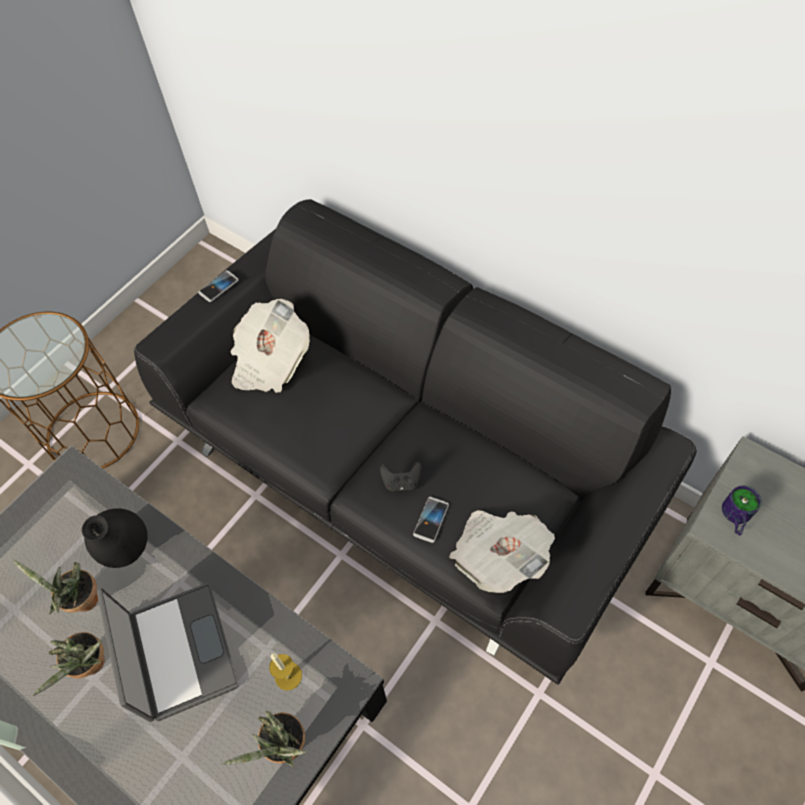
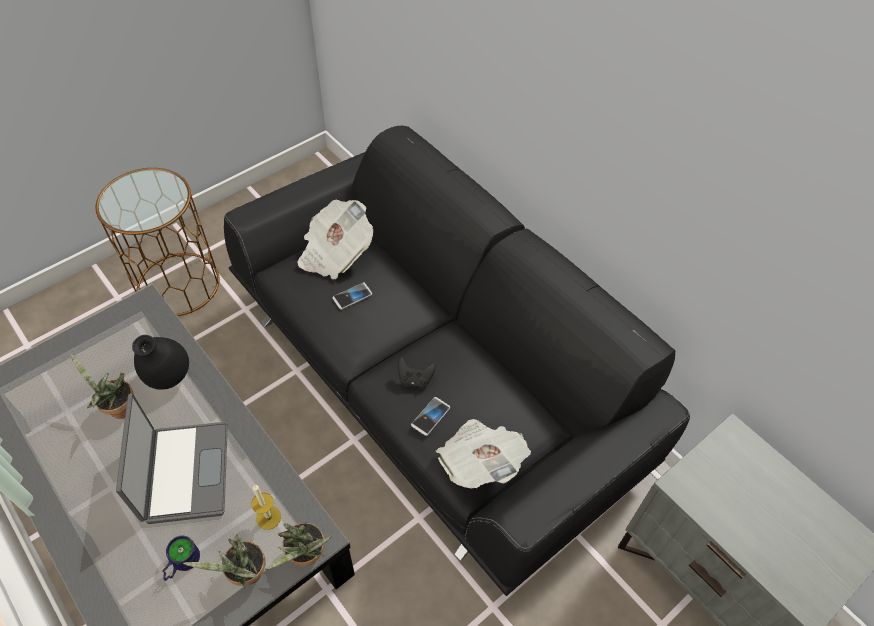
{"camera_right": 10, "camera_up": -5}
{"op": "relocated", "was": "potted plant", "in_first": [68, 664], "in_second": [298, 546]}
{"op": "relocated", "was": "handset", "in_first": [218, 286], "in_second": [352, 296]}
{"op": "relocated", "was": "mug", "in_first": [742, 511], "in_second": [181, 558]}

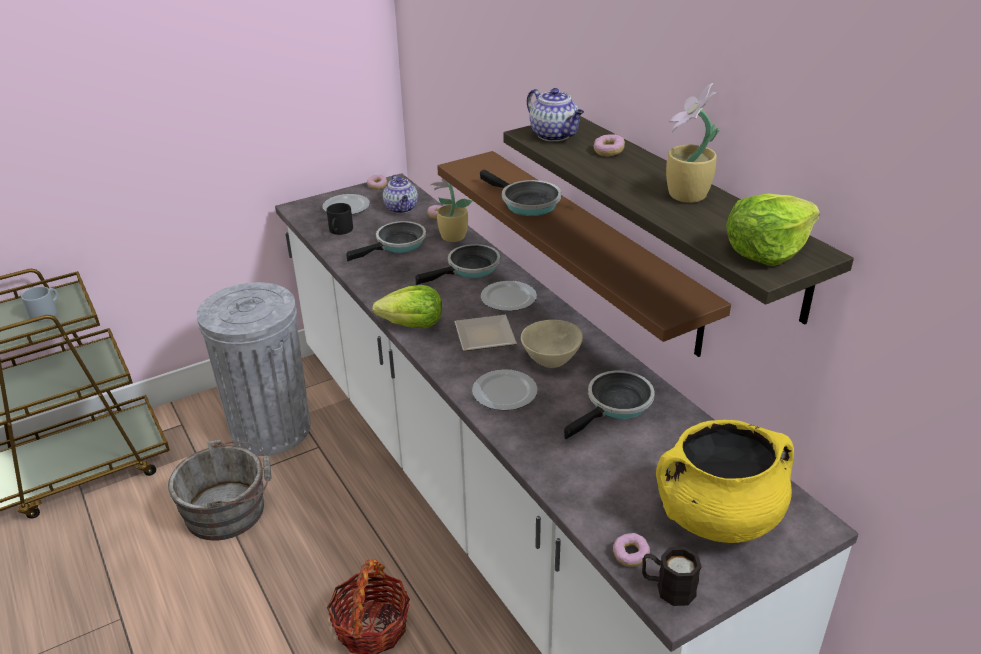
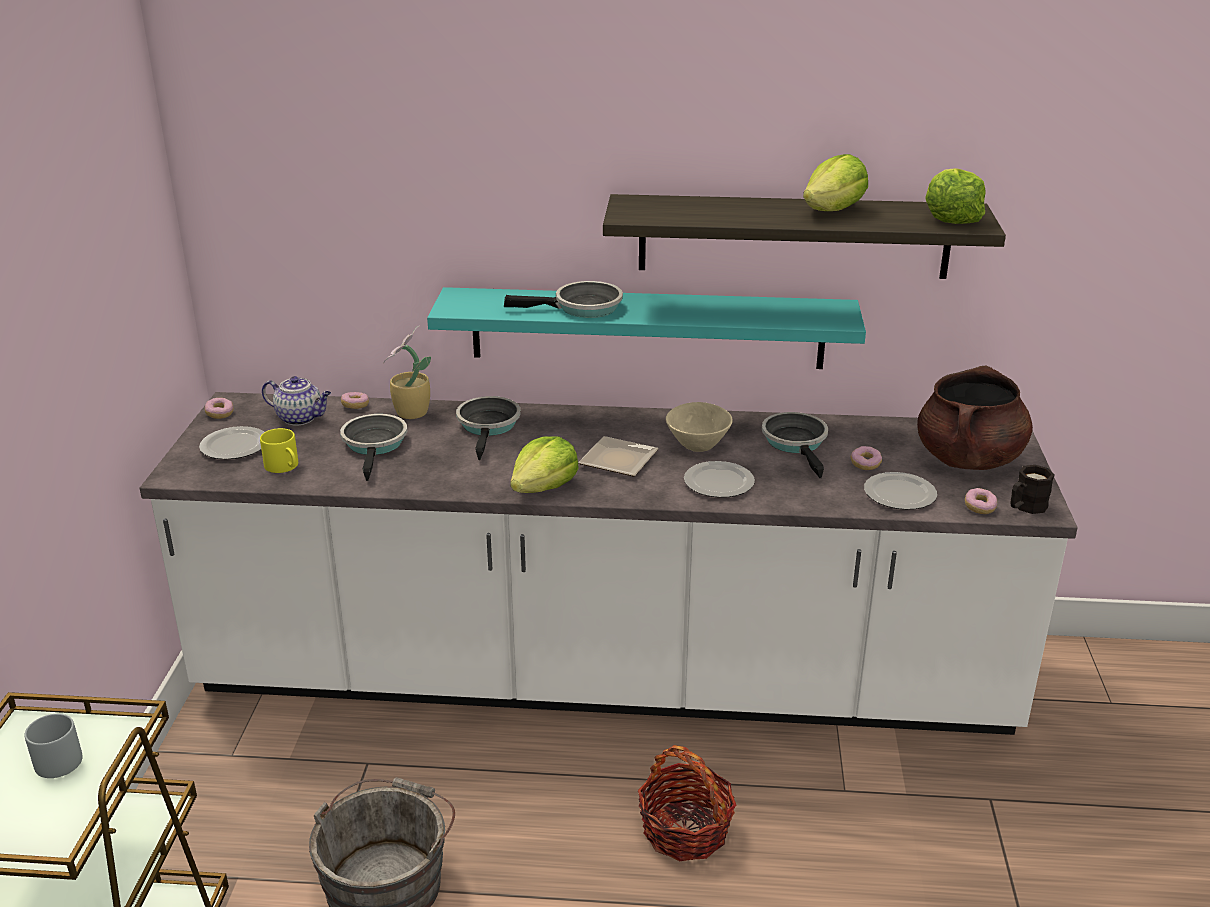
{"camera_right": -55, "camera_up": -5}
{"op": "missing", "was": "waste bin/gray", "in_first": [254, 369]}
{"op": "colour", "was": "mug/black", "now": "mug/yellow", "in_first": [340, 219], "in_second": [279, 450]}
{"op": "colour", "was": "shelf/brown", "now": "shelf/turquoise-coloured", "in_first": [584, 254], "in_second": [646, 328]}
{"op": "relocated", "was": "plate", "in_first": [509, 296], "in_second": [900, 491]}
{"op": "missing", "was": "teapot", "in_first": [555, 114]}
{"op": "relocated", "was": "ring doughnut", "in_first": [609, 145], "in_second": [866, 458]}
{"op": "colour", "was": "saucepot/yellow", "now": "saucepot/brown", "in_first": [725, 481], "in_second": [975, 418]}
{"op": "exchanged", "was": "potted plant", "now": "head of lettuce", "in_first": [693, 143], "in_second": [835, 182]}

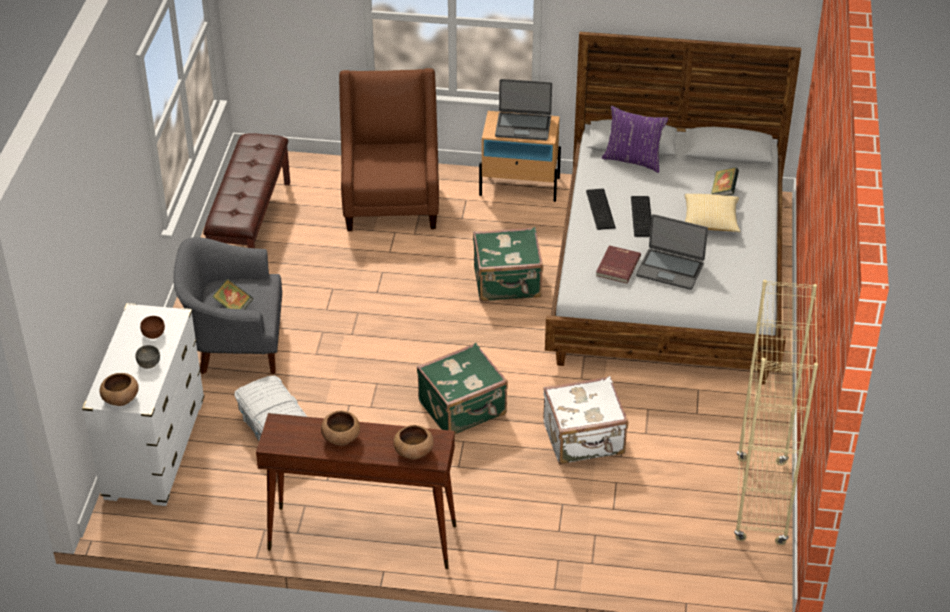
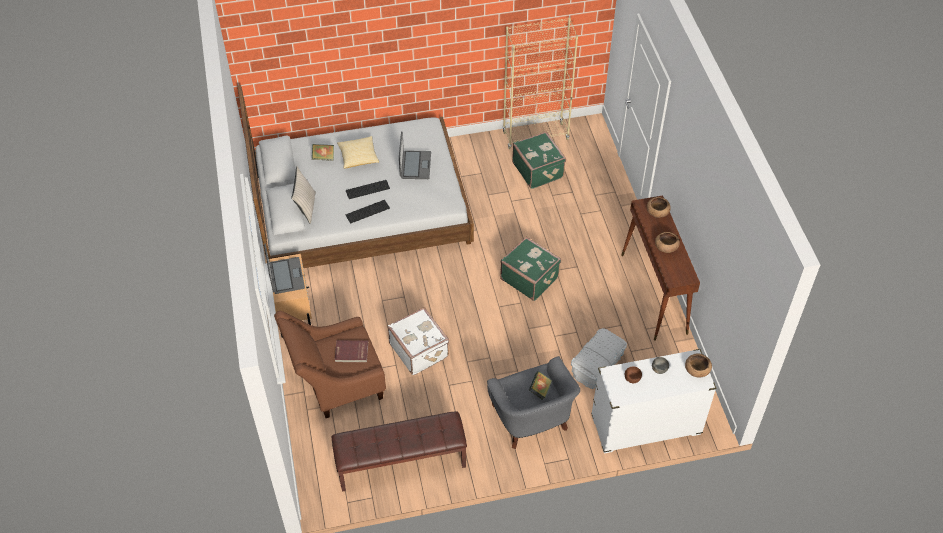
{"camera_right": -110, "camera_up": 10}
{"op": "relocated", "was": "suitcase/green-coloured", "in_first": [508, 264], "in_second": [539, 160]}
{"op": "relocated", "was": "suitcase/white", "in_first": [585, 420], "in_second": [418, 341]}
{"op": "relocated", "was": "book/red", "in_first": [618, 264], "in_second": [351, 351]}
{"op": "colour", "was": "cushion/purple-coloured", "now": "cushion/beige", "in_first": [635, 139], "in_second": [303, 195]}

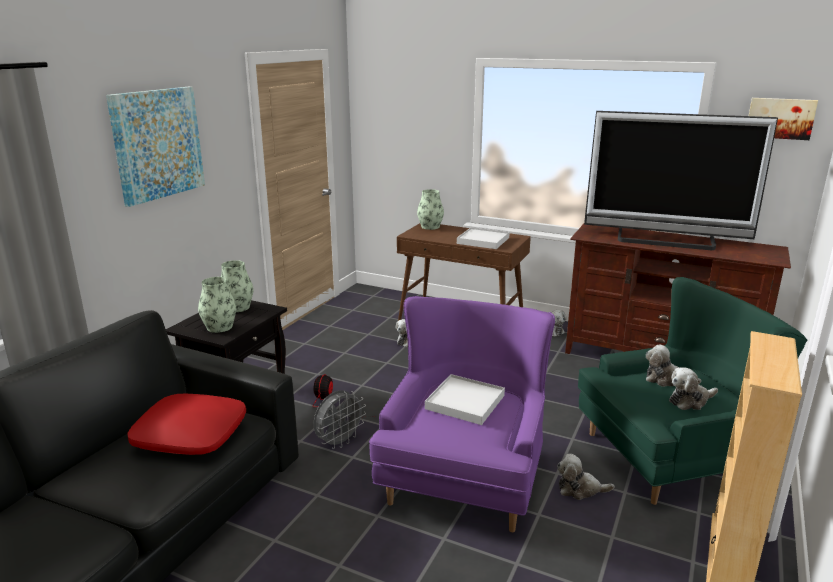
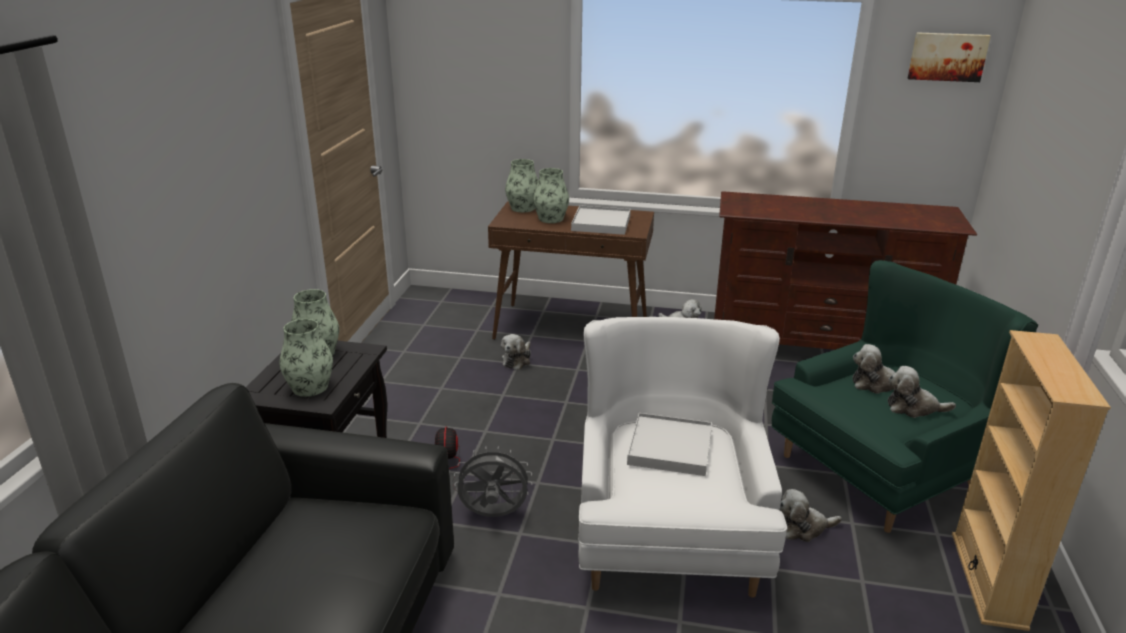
{"camera_right": -15, "camera_up": 5}
{"op": "missing", "was": "wall picture", "in_first": [155, 147]}
{"op": "missing", "was": "cushion/red", "in_first": [187, 424]}
{"op": "spun", "was": "fan/gray", "in_first": [339, 419], "in_second": [493, 481], "clockwise": -120}
{"op": "colour", "was": "easy chair/purple-coloured", "now": "easy chair/white", "in_first": [462, 414], "in_second": [682, 457]}
{"op": "missing", "was": "TV", "in_first": [681, 180]}
{"op": "spun", "was": "soft toy", "in_first": [693, 388], "in_second": [922, 392], "clockwise": 45}
{"op": "appeared", "now": "flower vase", "in_second": [551, 195]}

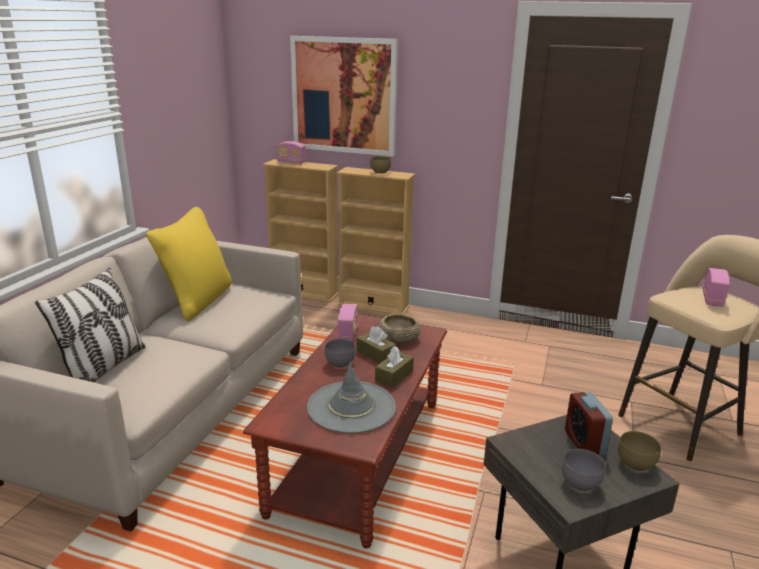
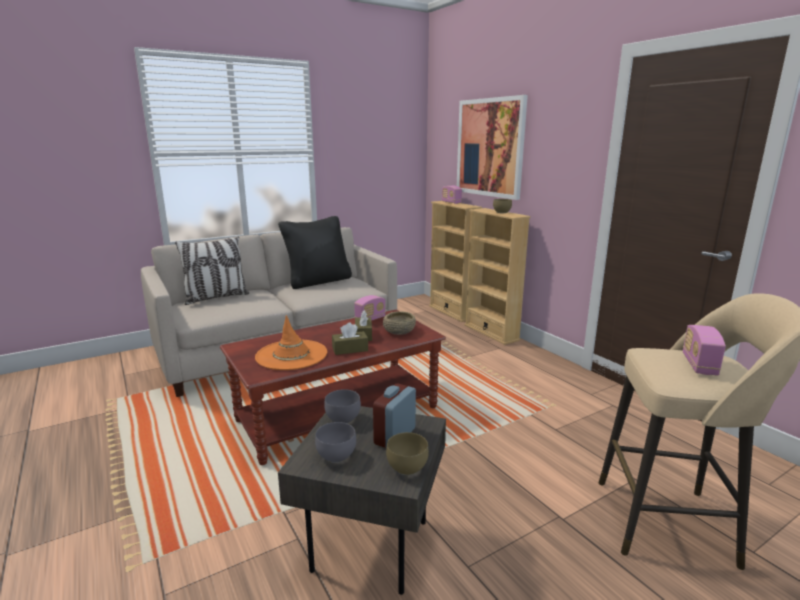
{"camera_right": 40, "camera_up": -5}
{"op": "colour", "was": "cushion/yellow", "now": "cushion/black", "in_first": [189, 264], "in_second": [315, 252]}
{"op": "colour", "was": "hat/gray", "now": "hat/orangey", "in_first": [351, 397], "in_second": [291, 342]}
{"op": "relocated", "was": "serving bowl/gray", "in_first": [340, 353], "in_second": [342, 406]}
{"op": "spun", "was": "radio", "in_first": [716, 287], "in_second": [704, 350], "clockwise": 135}

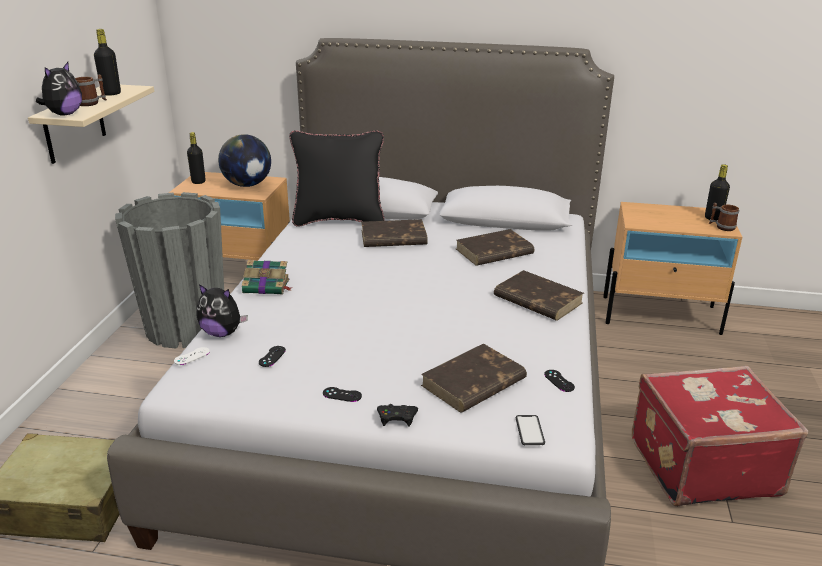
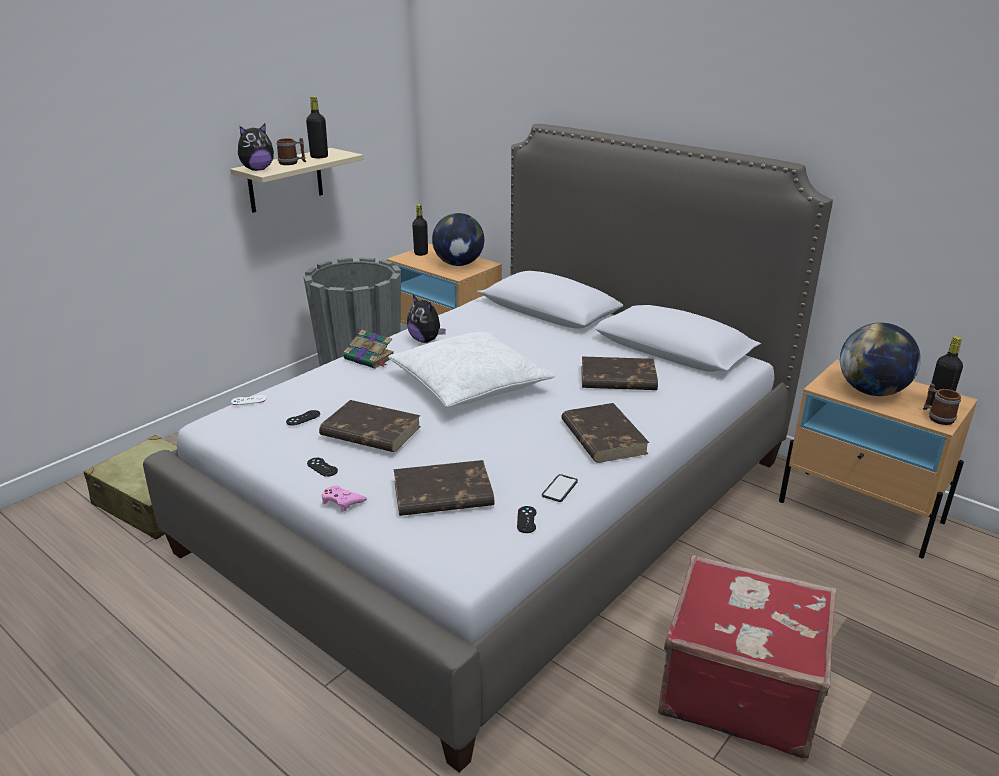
{"camera_right": 30, "camera_up": 0}
{"op": "relocated", "was": "soft toy", "in_first": [222, 310], "in_second": [426, 319]}
{"op": "missing", "was": "cushion/black", "in_first": [337, 178]}
{"op": "relocated", "was": "book/brown", "in_first": [394, 233], "in_second": [370, 426]}
{"op": "colour", "was": "game controller/black", "now": "game controller/pink-coloured", "in_first": [397, 415], "in_second": [344, 498]}
{"op": "relocated", "was": "handset", "in_first": [530, 430], "in_second": [560, 488]}
{"op": "appeared", "now": "cushion/white", "in_second": [471, 370]}
{"op": "appeared", "now": "desk globe", "in_second": [880, 359]}

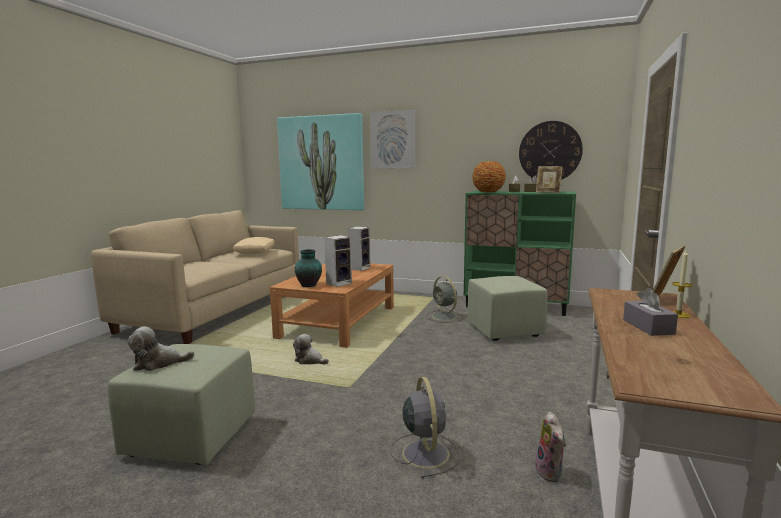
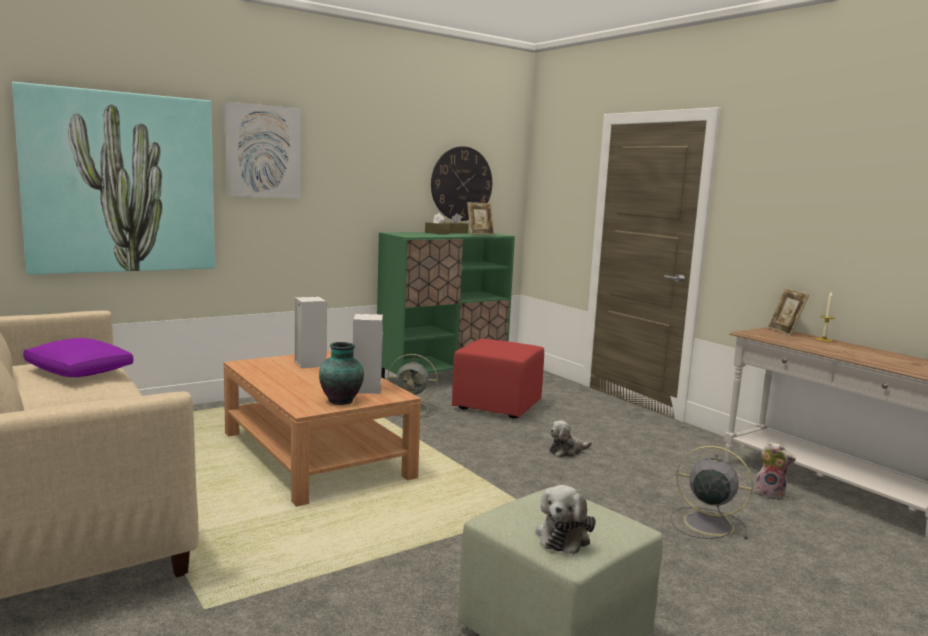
{"camera_right": -55, "camera_up": 0}
{"op": "colour", "was": "cushion/beige", "now": "cushion/purple-coloured", "in_first": [254, 245], "in_second": [78, 357]}
{"op": "relocated", "was": "soft toy", "in_first": [311, 349], "in_second": [570, 438]}
{"op": "colour", "was": "footrest/green-coloured", "now": "footrest/red", "in_first": [507, 308], "in_second": [498, 378]}
{"op": "missing", "was": "flower vase", "in_first": [489, 177]}
{"op": "missing", "was": "tissue holder/gray", "in_first": [650, 312]}

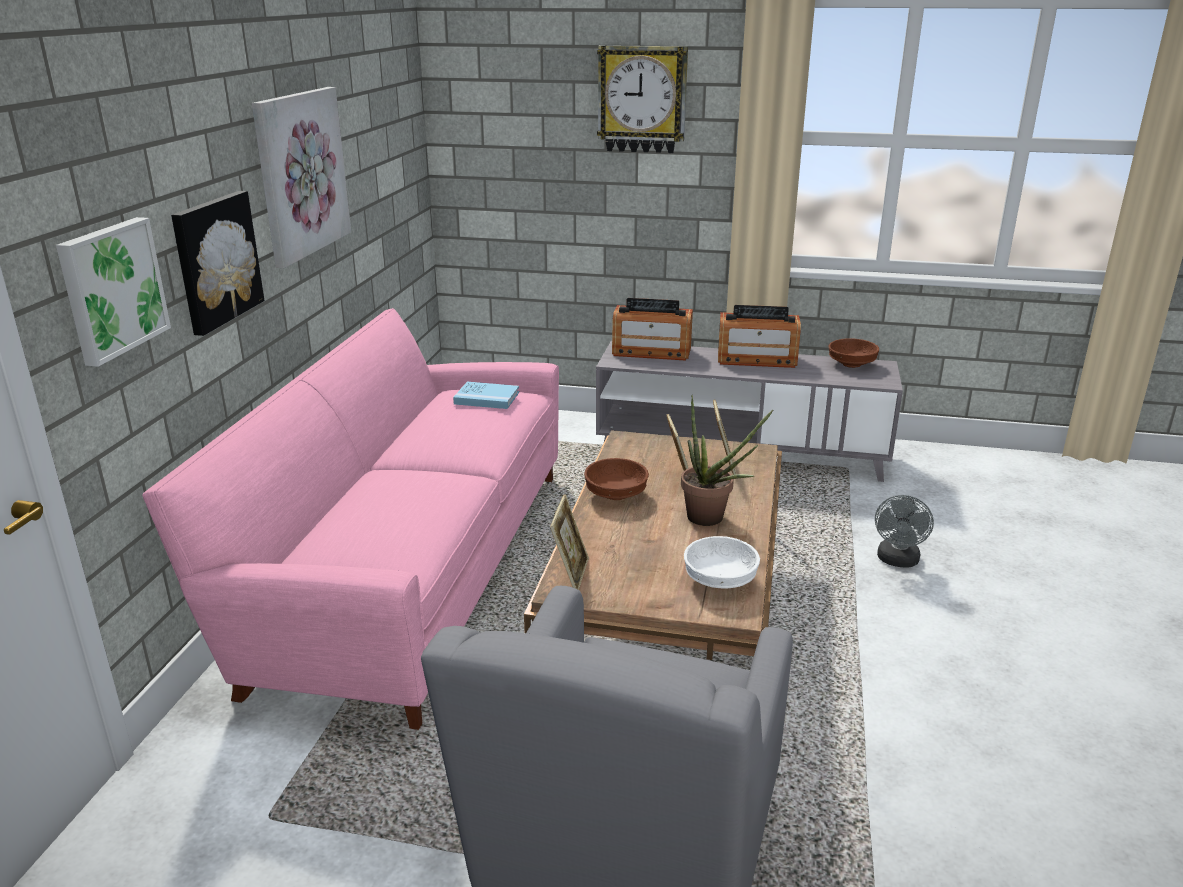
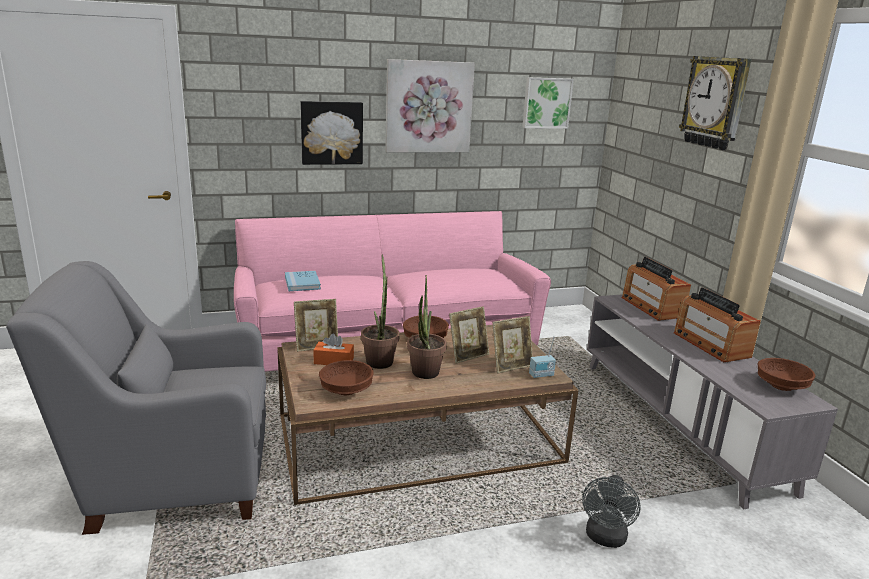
{"camera_right": 60, "camera_up": -5}
{"op": "relocated", "was": "wall picture", "in_first": [113, 292], "in_second": [548, 103]}
{"op": "relocated", "was": "book/blue-coloured", "in_first": [486, 395], "in_second": [303, 281]}
{"op": "colour", "was": "serving bowl/white", "now": "serving bowl/brown", "in_first": [722, 562], "in_second": [346, 377]}
{"op": "spun", "was": "fan/gray", "in_first": [904, 531], "in_second": [611, 511], "clockwise": -60}
{"op": "appeared", "now": "tissue holder/orangey", "in_second": [333, 349]}
{"op": "appeared", "now": "potted plant", "in_second": [380, 311]}
{"op": "appeared", "now": "radio", "in_second": [542, 357]}

